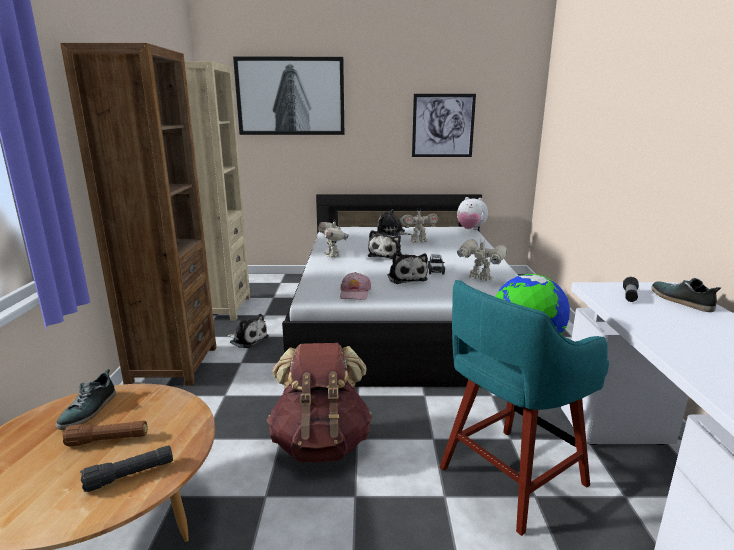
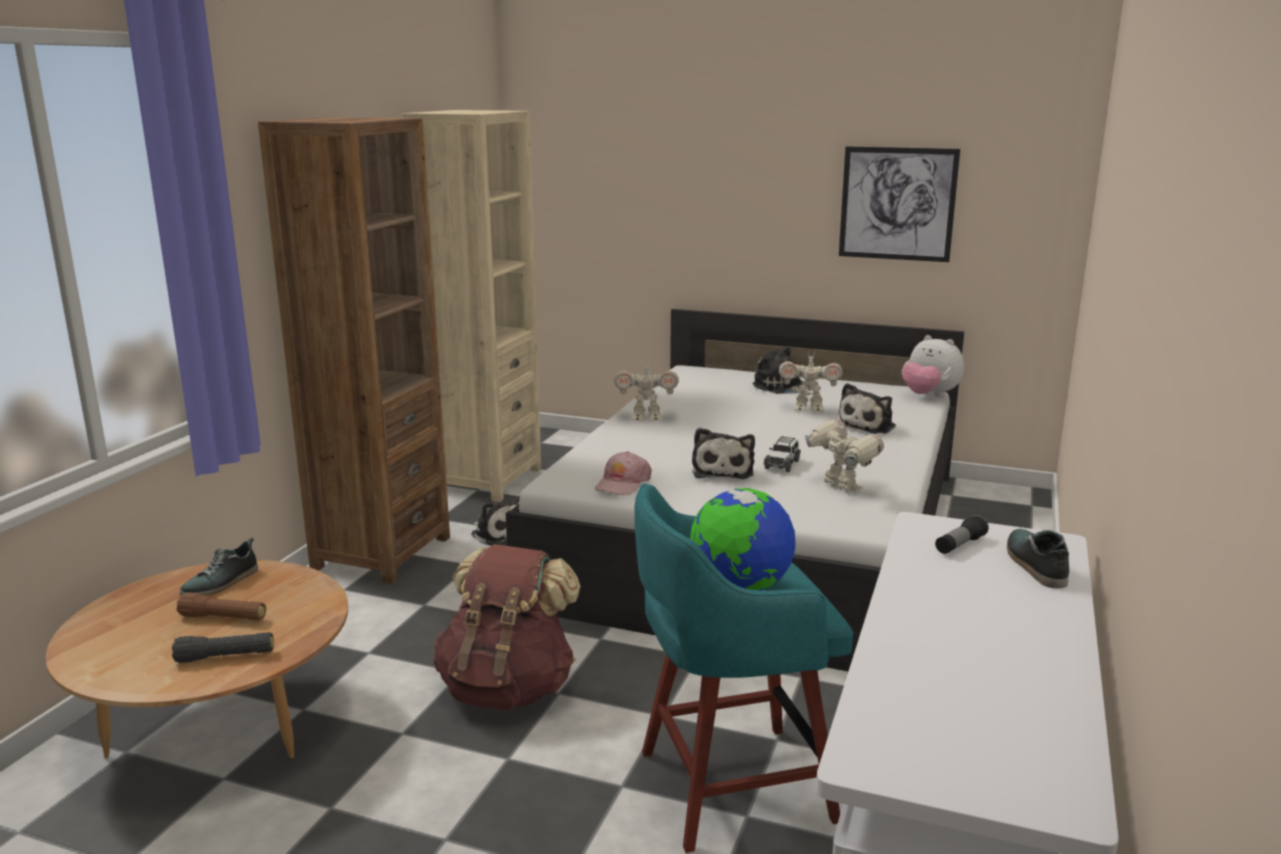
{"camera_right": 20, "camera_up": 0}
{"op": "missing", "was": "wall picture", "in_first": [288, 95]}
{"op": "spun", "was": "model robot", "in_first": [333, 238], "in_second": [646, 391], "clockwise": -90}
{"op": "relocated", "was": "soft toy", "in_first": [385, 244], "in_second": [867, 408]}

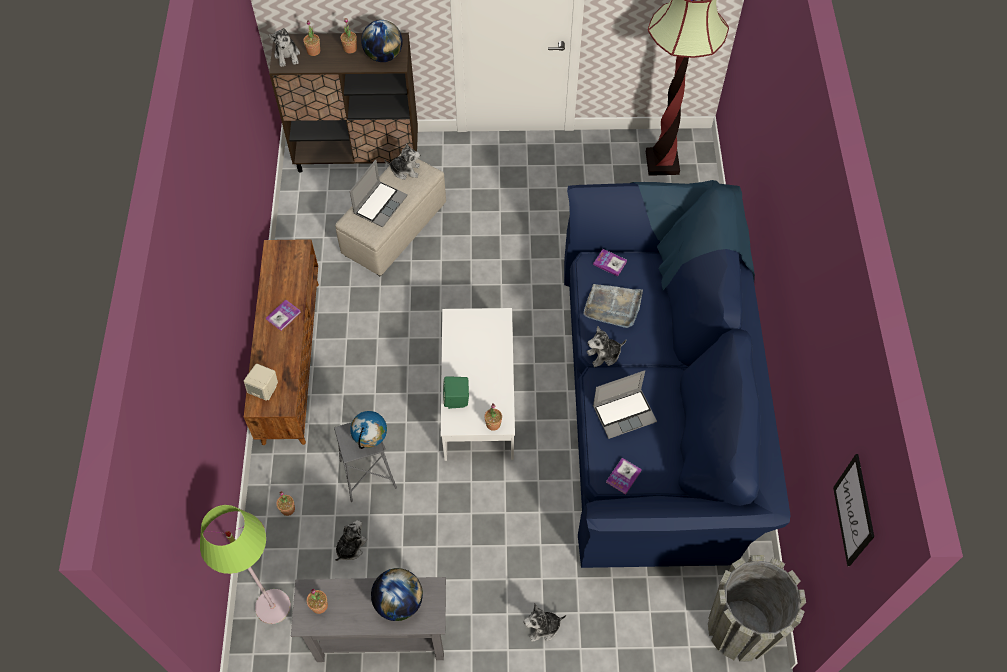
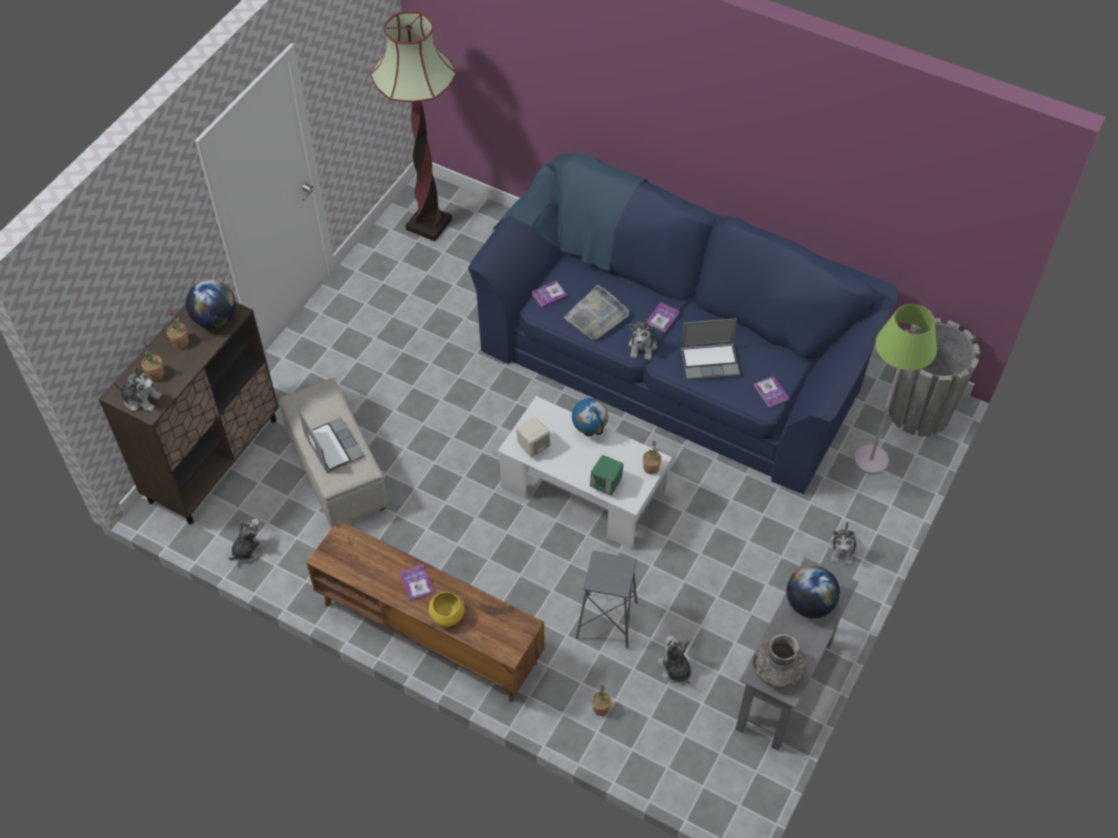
{"camera_right": -60, "camera_up": -5}
{"op": "relocated", "was": "standing lamp/green-coloured", "in_first": [245, 564], "in_second": [895, 389]}
{"op": "relocated", "was": "speaker/beige", "in_first": [261, 382], "in_second": [533, 437]}
{"op": "exchanged", "was": "potted plant", "now": "flower vase/gray", "in_first": [317, 601], "in_second": [780, 661]}
{"op": "relocated", "was": "desk globe", "in_first": [368, 430], "in_second": [590, 417]}
{"op": "relocated", "was": "soft toy", "in_first": [402, 162], "in_second": [247, 540]}
{"op": "spun", "was": "portable computer", "in_first": [625, 404], "in_second": [710, 349], "clockwise": 75}
{"op": "missing", "was": "wall picture", "in_first": [853, 510]}
{"op": "appeared", "now": "serving bowl/yellow", "in_second": [447, 609]}
{"op": "appeared", "now": "book", "in_second": [663, 317]}

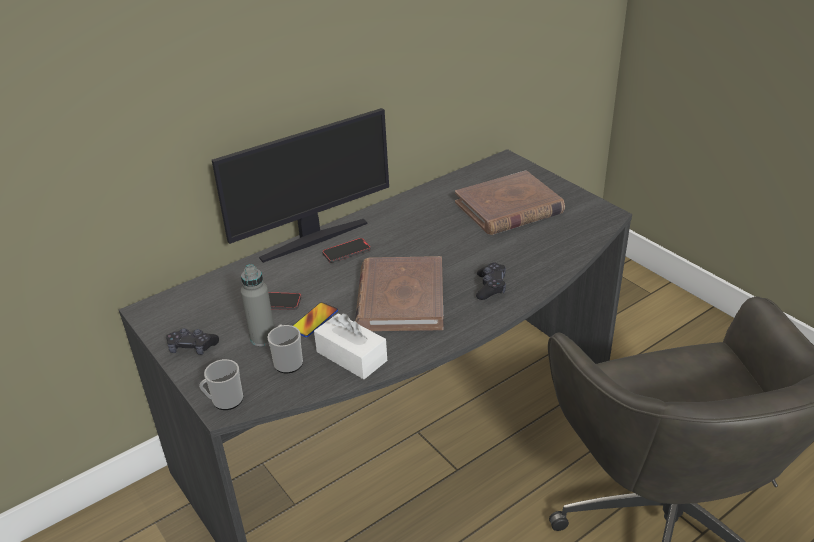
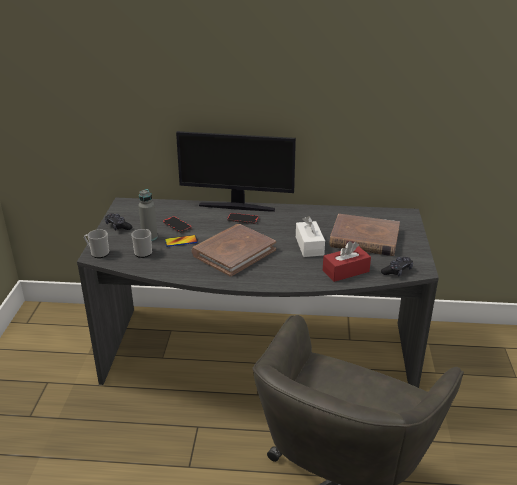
{"camera_right": 40, "camera_up": -5}
{"op": "relocated", "was": "tissue holder/white", "in_first": [350, 346], "in_second": [310, 236]}
{"op": "relocated", "was": "game controller/black", "in_first": [491, 281], "in_second": [397, 267]}
{"op": "appeared", "now": "tissue holder/red", "in_second": [347, 261]}

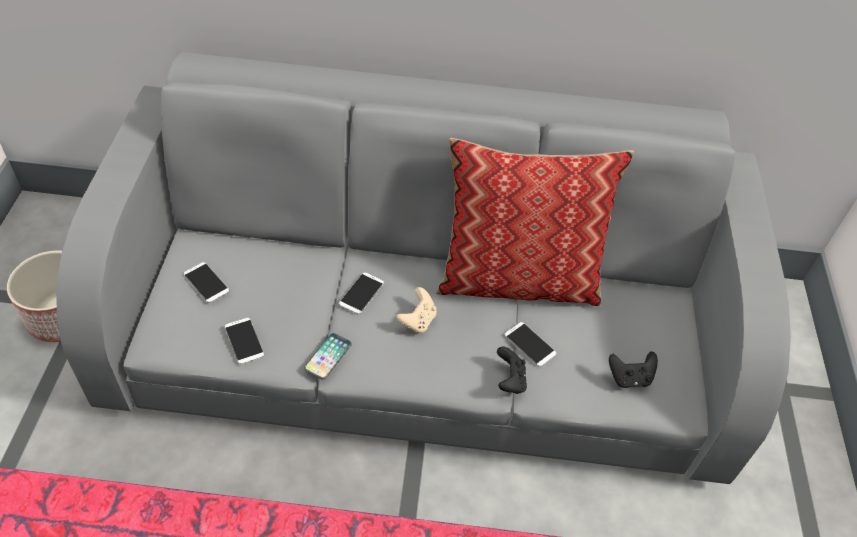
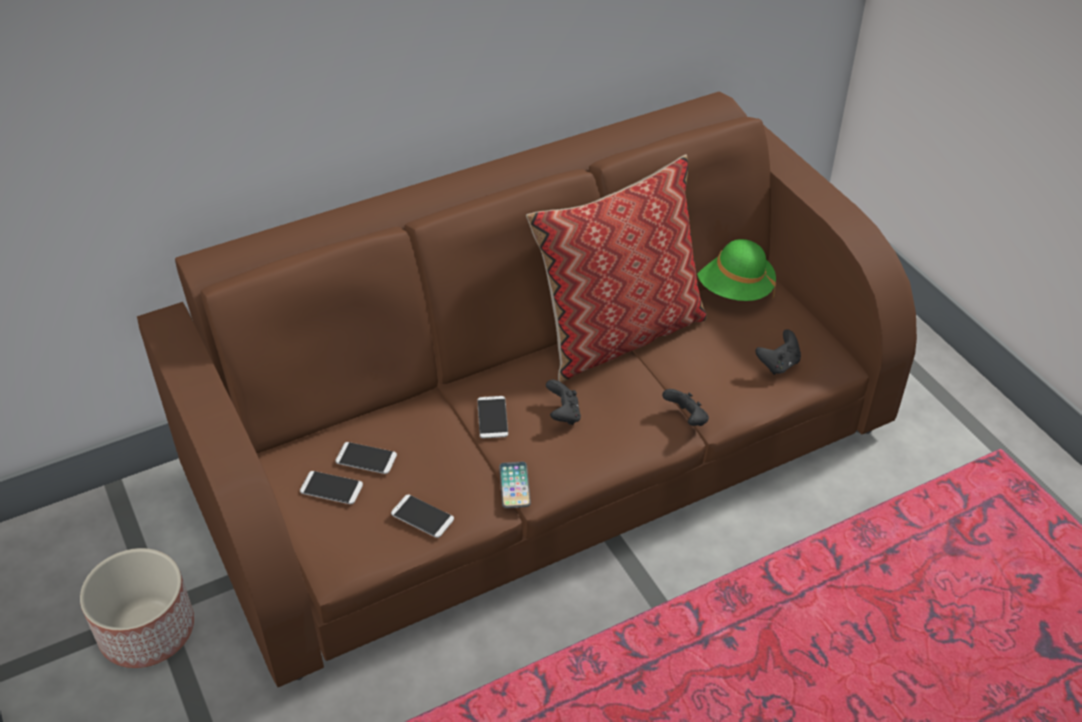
{"camera_right": -30, "camera_up": -5}
{"op": "colour", "was": "couch/gray", "now": "couch/brown", "in_first": [423, 268], "in_second": [527, 389]}
{"op": "colour", "was": "game controller/beige", "now": "game controller/black", "in_first": [416, 310], "in_second": [563, 402]}
{"op": "relocated", "was": "handset", "in_first": [530, 344], "in_second": [366, 458]}
{"op": "appeared", "now": "hat/green-coloured", "in_second": [736, 270]}

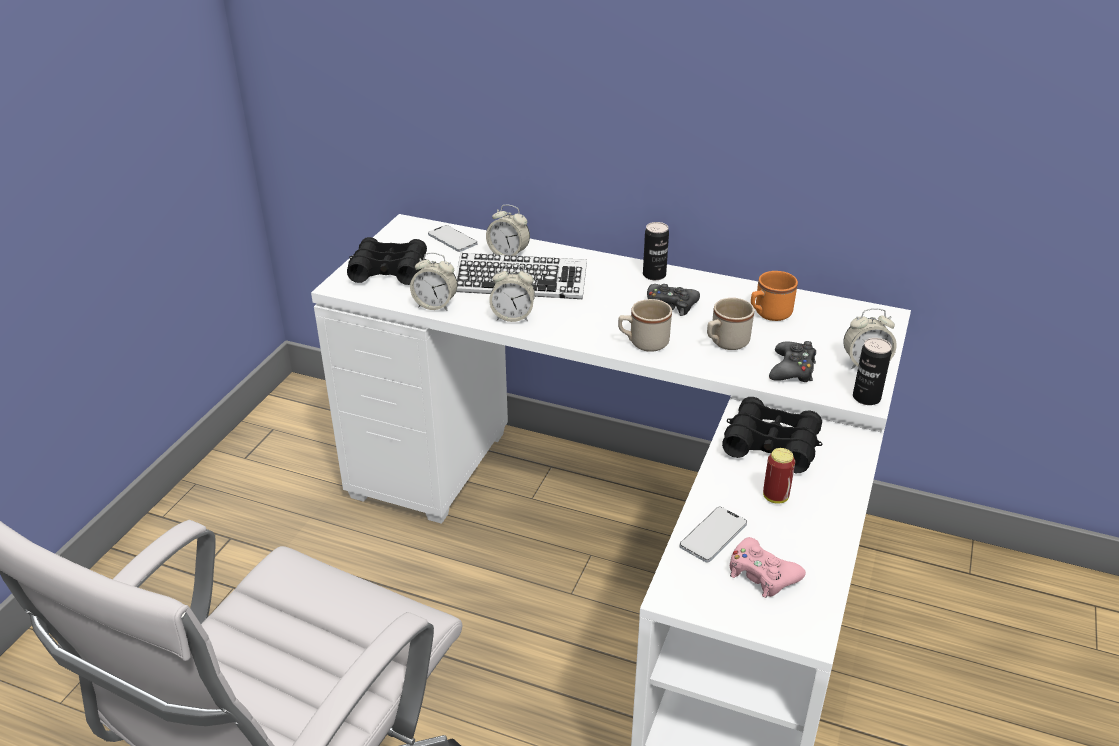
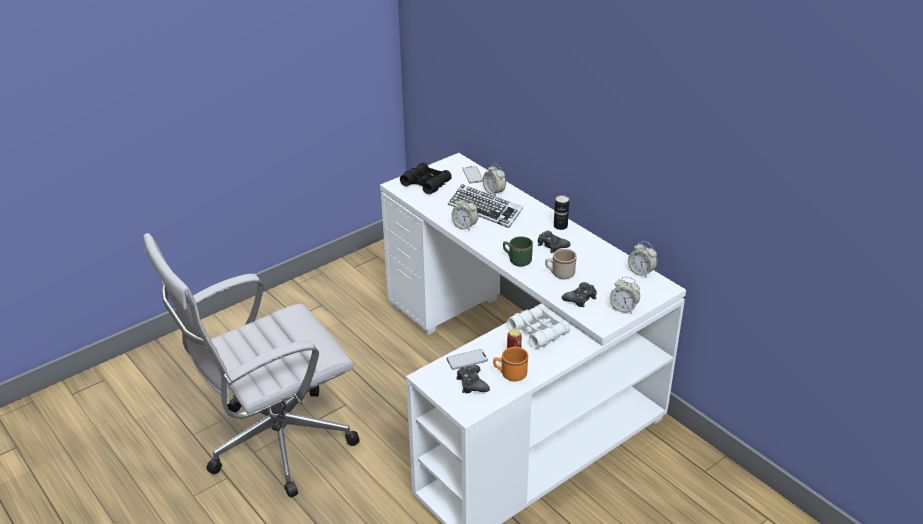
{"camera_right": 30, "camera_up": 0}
{"op": "relocated", "was": "table clock", "in_first": [433, 282], "in_second": [642, 259]}
{"op": "colour", "was": "mug/beige", "now": "mug/green-coloured", "in_first": [645, 325], "in_second": [518, 252]}
{"op": "colour", "was": "field glasses/black", "now": "field glasses/white", "in_first": [772, 435], "in_second": [538, 326]}
{"op": "colour", "was": "game controller/pink-coloured", "now": "game controller/black", "in_first": [768, 567], "in_second": [473, 379]}
{"op": "relocated", "was": "mug/orangey", "in_first": [774, 296], "in_second": [510, 364]}
{"op": "missing", "was": "sealed can", "in_first": [872, 371]}

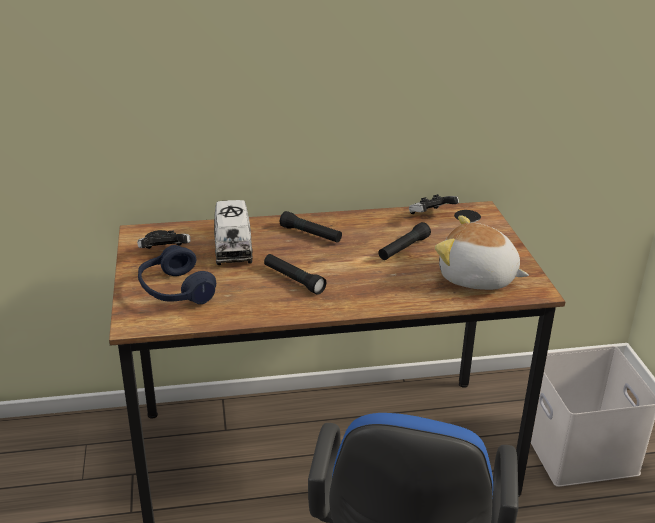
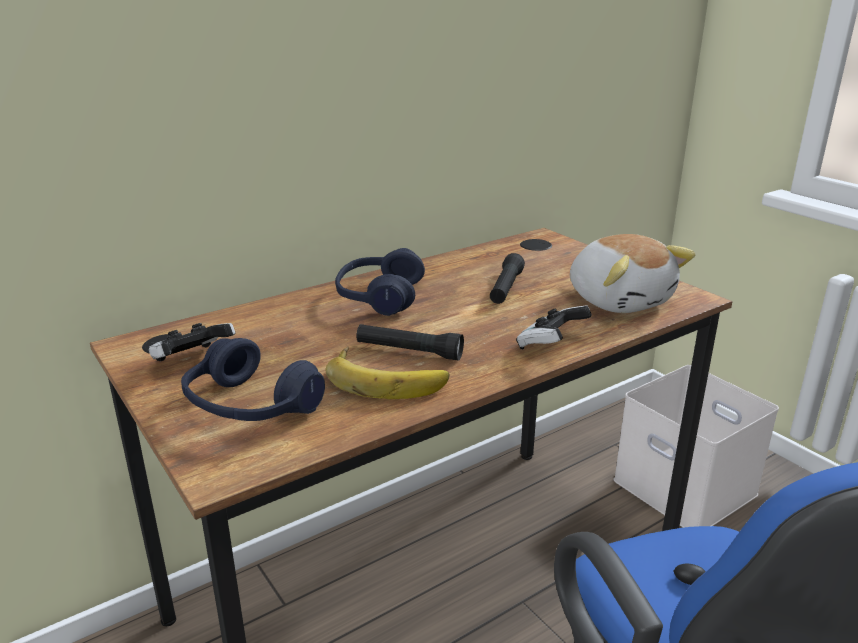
{"camera_right": -25, "camera_up": -5}
{"op": "missing", "was": "model truck", "in_first": [233, 232]}
{"op": "exchanged", "was": "torch/black", "now": "pair of headphones/blue-coloured", "in_first": [311, 227], "in_second": [380, 282]}
{"op": "relocated", "was": "game controller", "in_first": [434, 204], "in_second": [554, 327]}
{"op": "spun", "was": "soft toy", "in_first": [482, 252], "in_second": [632, 273], "clockwise": -120}
{"op": "appeared", "now": "whole banana", "in_second": [387, 372]}

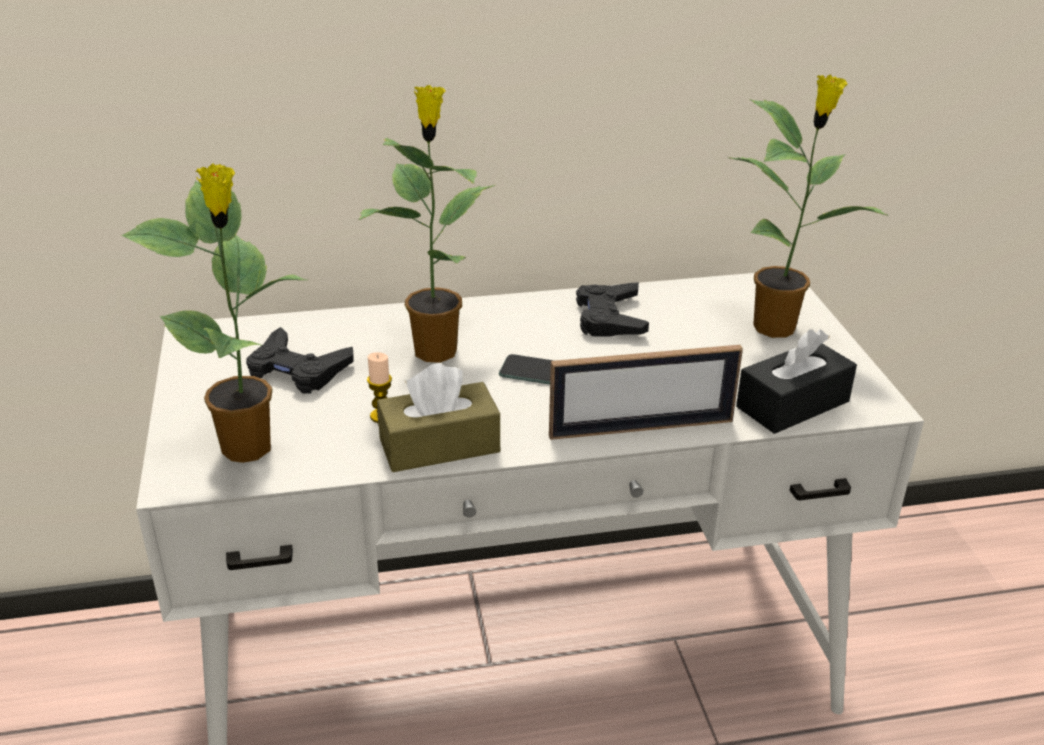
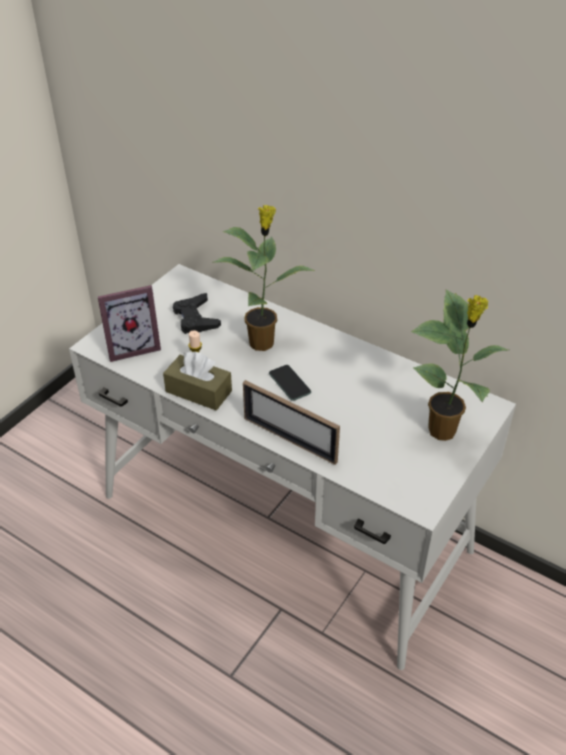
{"camera_right": 45, "camera_up": 10}
{"op": "exchanged", "was": "potted plant", "now": "photo frame", "in_first": [214, 313], "in_second": [129, 323]}
{"op": "missing", "was": "game controller/black", "in_first": [612, 309]}
{"op": "missing", "was": "tissue holder/black", "in_first": [796, 381]}

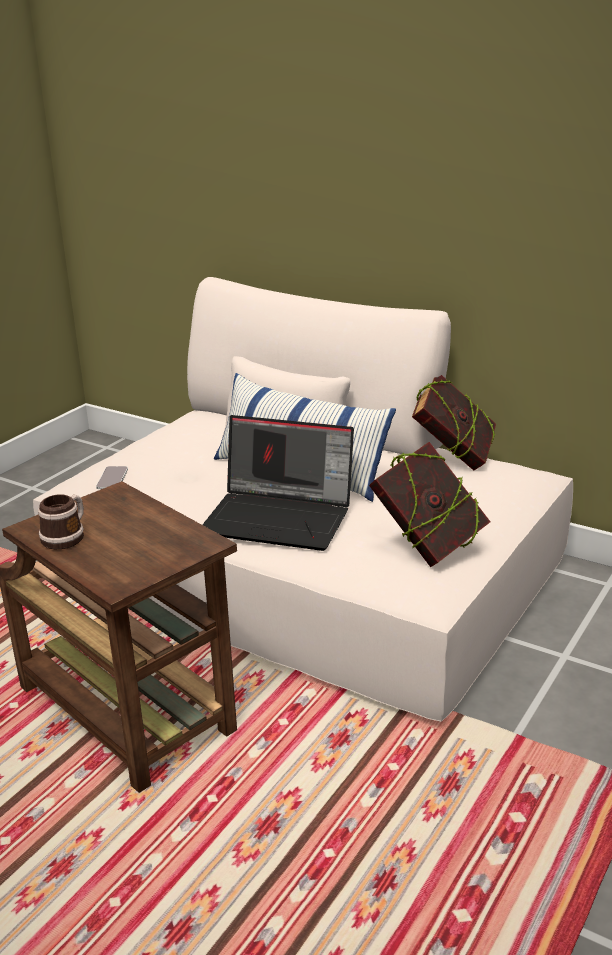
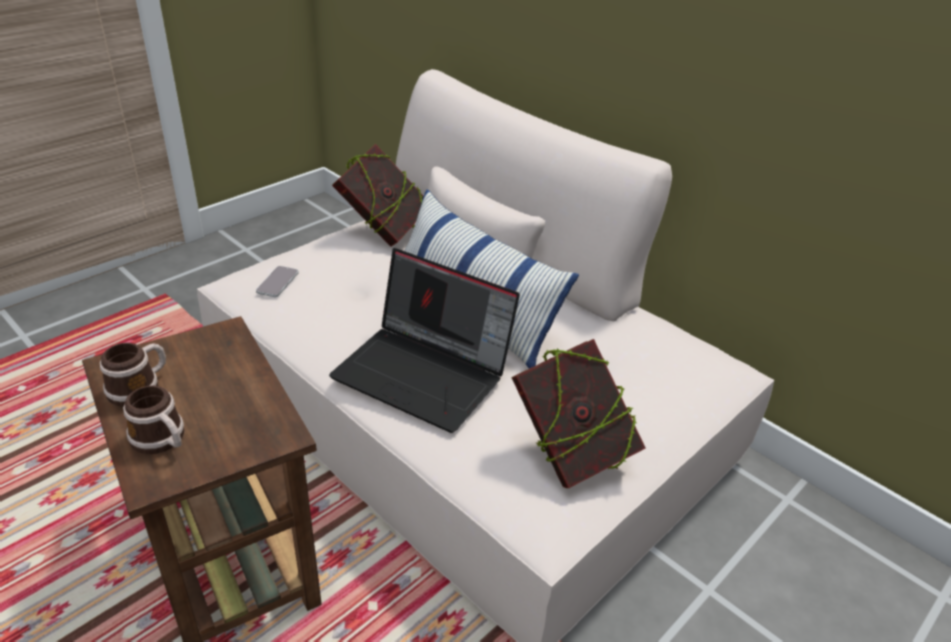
{"camera_right": 10, "camera_up": 10}
{"op": "relocated", "was": "book", "in_first": [454, 423], "in_second": [377, 195]}
{"op": "appeared", "now": "mug", "in_second": [154, 420]}

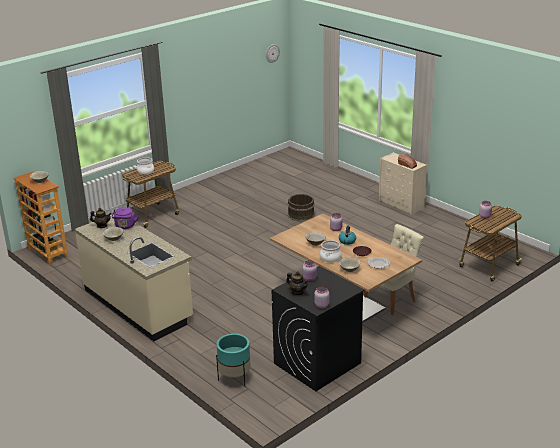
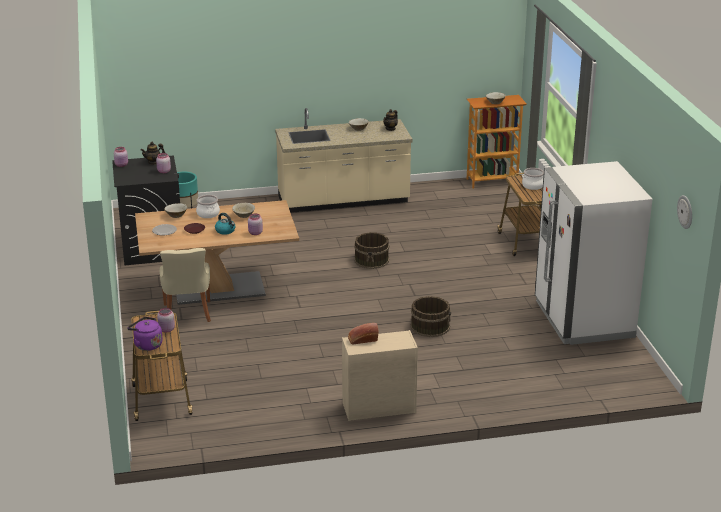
{"camera_right": 120, "camera_up": 0}
{"op": "relocated", "was": "kettle/purple-coloured", "in_first": [125, 218], "in_second": [145, 334]}
{"op": "appeared", "now": "water bucket/brown", "in_second": [372, 250]}
{"op": "appeared", "now": "kitchen fridge/white", "in_second": [594, 253]}

